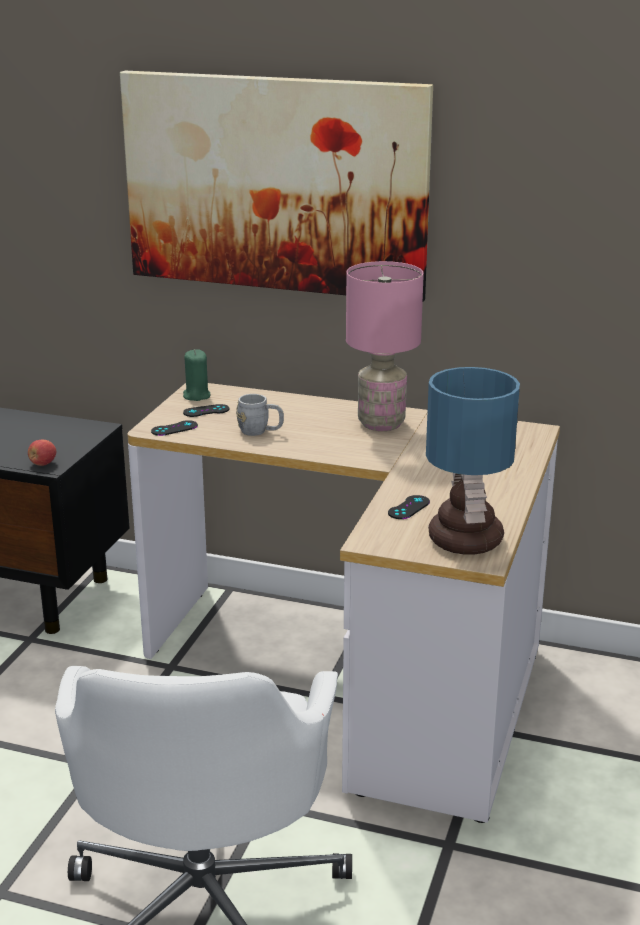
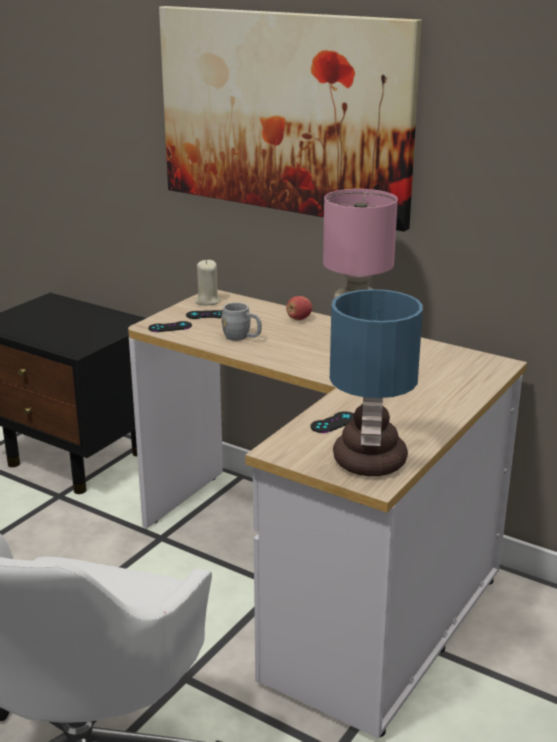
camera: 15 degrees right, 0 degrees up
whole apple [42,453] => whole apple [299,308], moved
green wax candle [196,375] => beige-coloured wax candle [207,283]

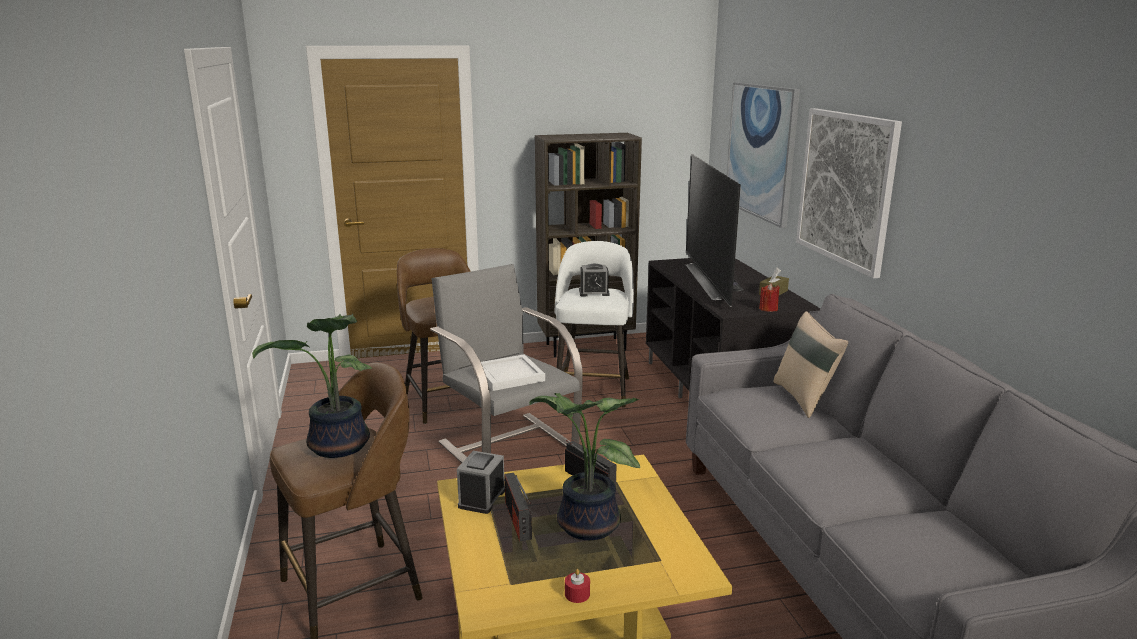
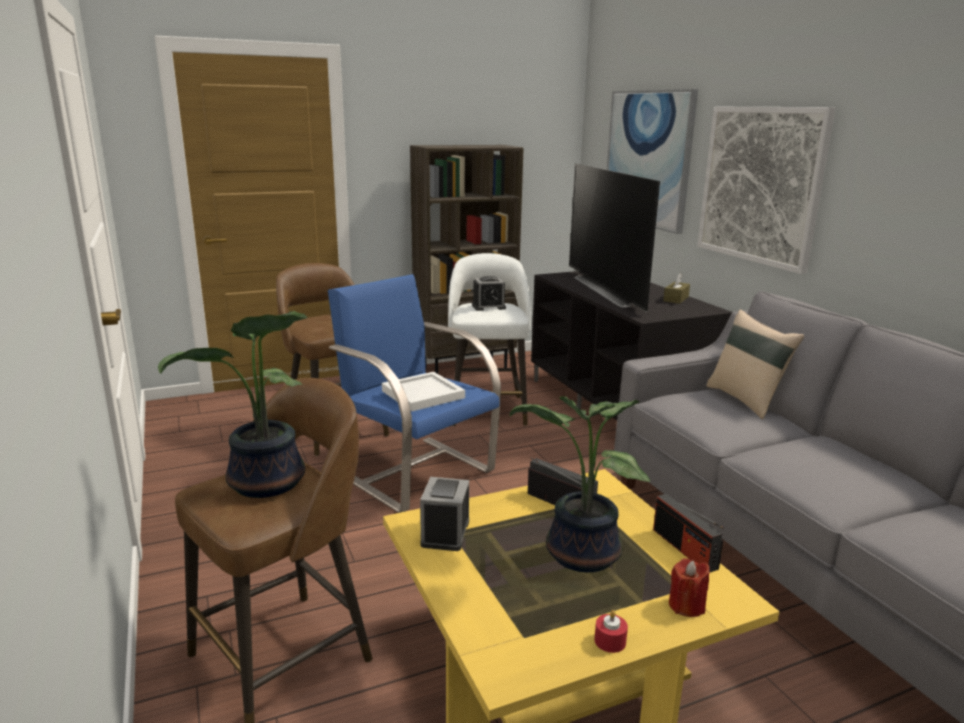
camera: 10 degrees left, 0 degrees up
radio set [518,507] => radio set [688,533], moved
red-coloured wax candle [769,297] => red-coloured wax candle [689,587], moved
grey easy chair [506,363] => blue easy chair [414,393]

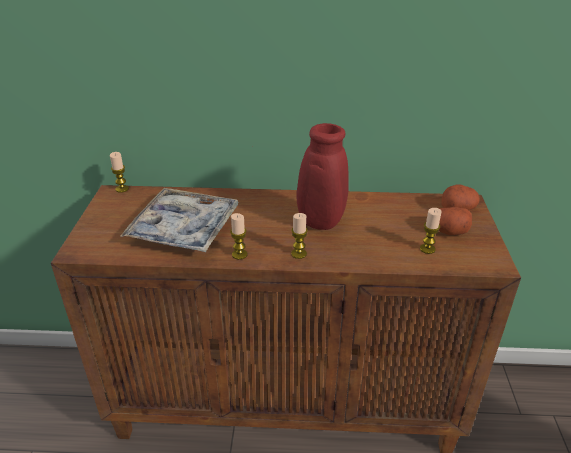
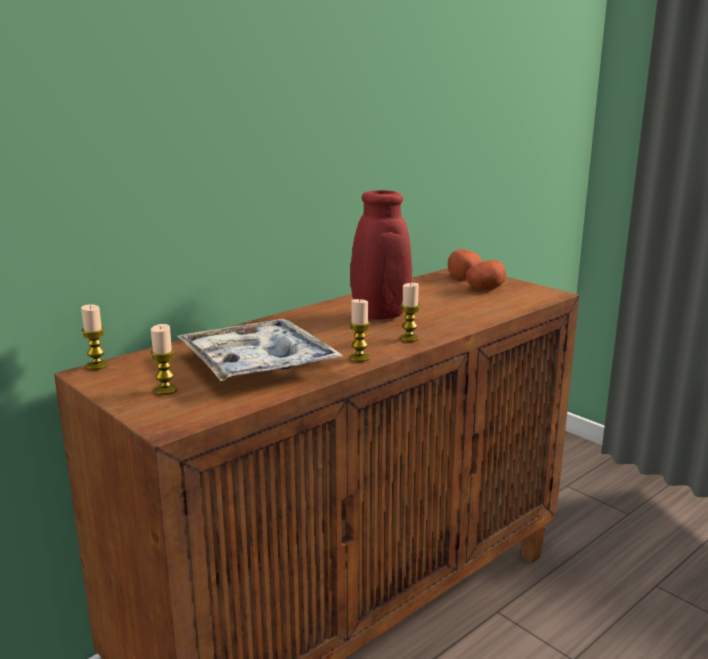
camera: 45 degrees left, 15 degrees down
wax candle [431,231] => wax candle [163,359], moved

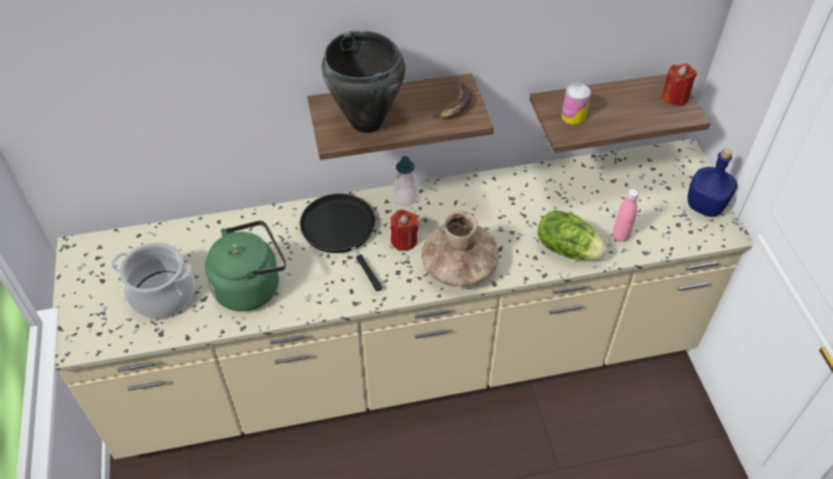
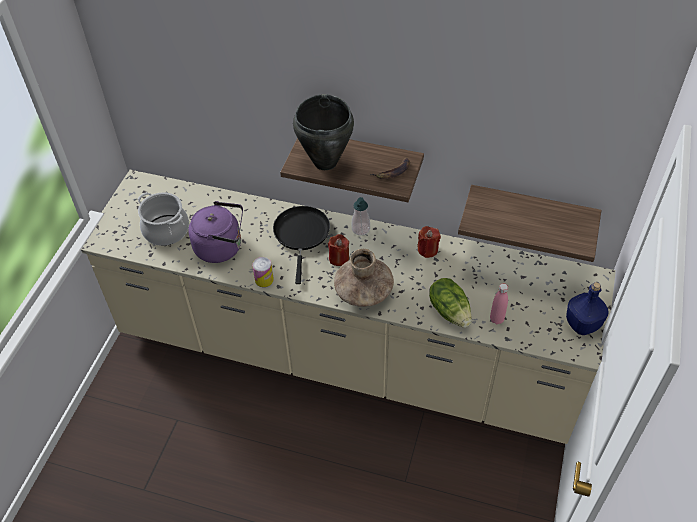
camera: 30 degrees right, 0 degrees up
sealed can [576,104] => sealed can [263,272], moved
red-coloured wax candle [679,85] => red-coloured wax candle [429,242], moved
green tea kettle [245,266] => purple-coloured tea kettle [215,232]

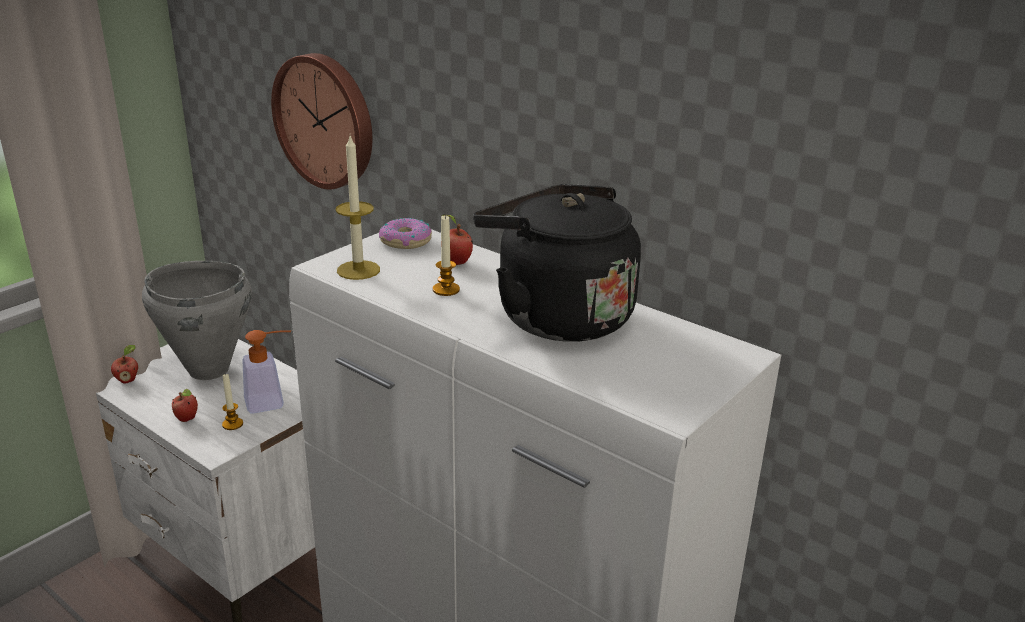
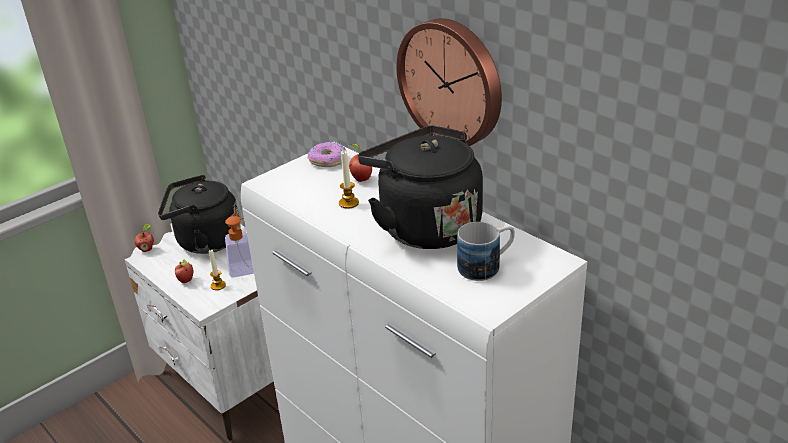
camera: 10 degrees right, 5 degrees up
wax candle [358,208] => nothing
nothing => tea mug [486,251]
wall clock [321,121] => wall clock [449,82], moved
grey cooking pot [197,320] => blackish tea kettle [199,214]

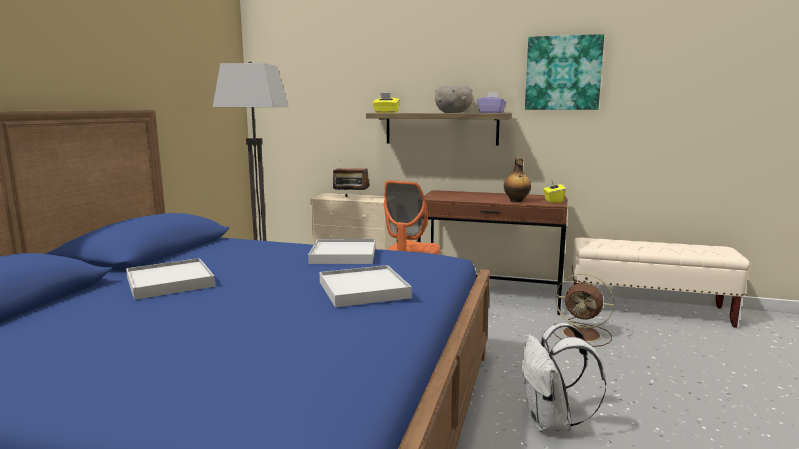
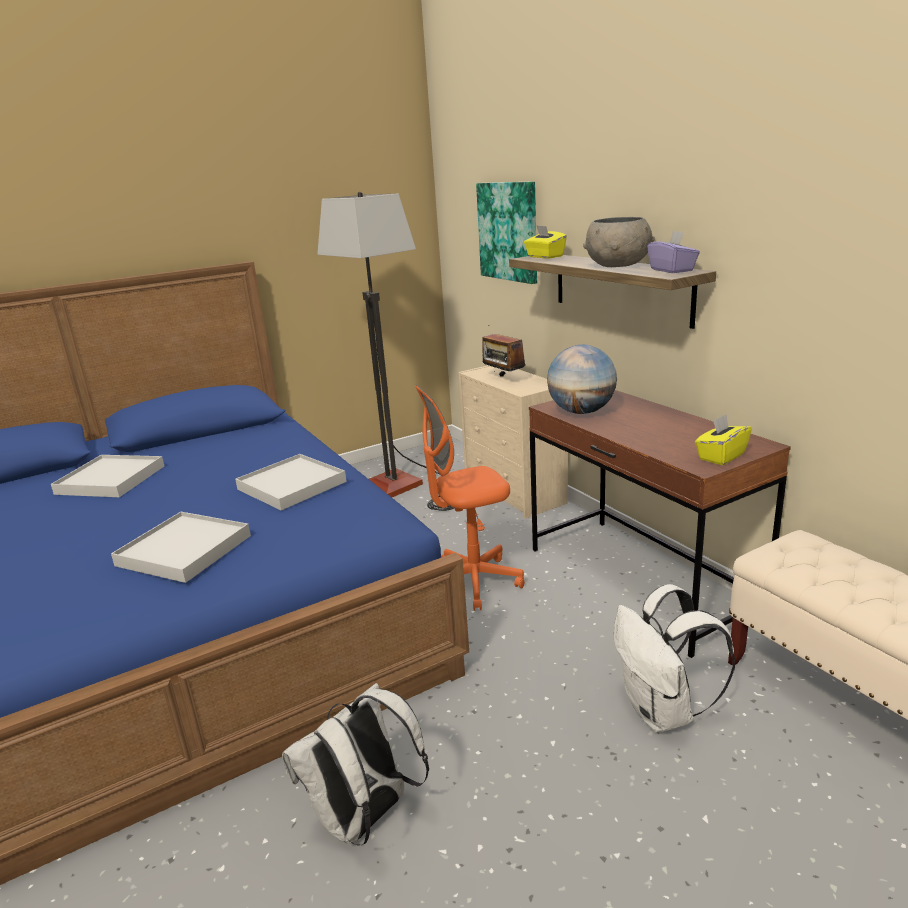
camera: 45 degrees right, 10 degrees up
beverage bottle [517,180] => nothing
nothing => desk globe [582,379]
wall picture [564,72] => wall picture [506,232], moved
brown-coloured electric fan [584,310] => white-coloured rucksack [675,658]

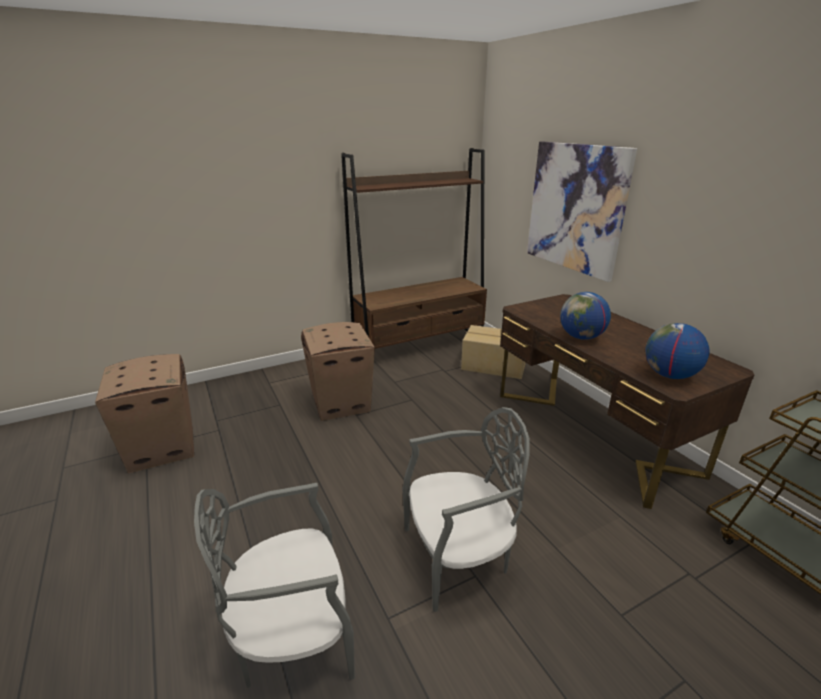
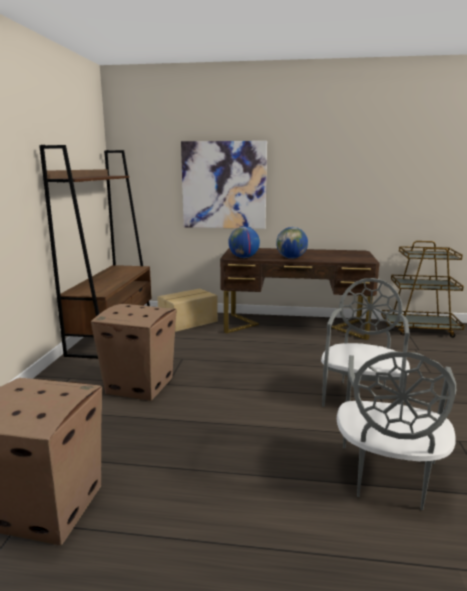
camera: 55 degrees left, 10 degrees down
desk globe [678,351] => desk globe [244,242], moved

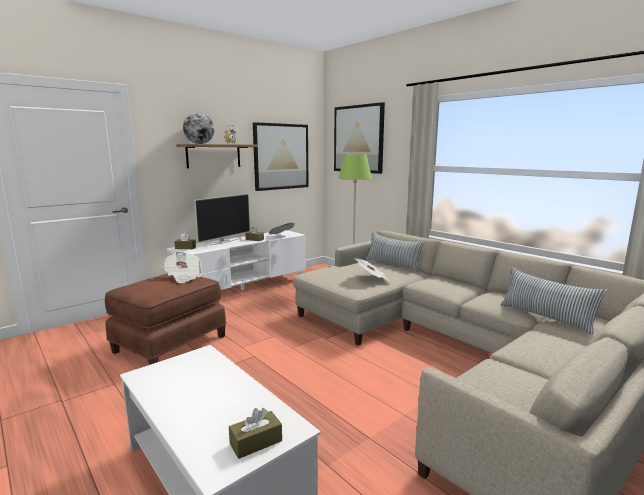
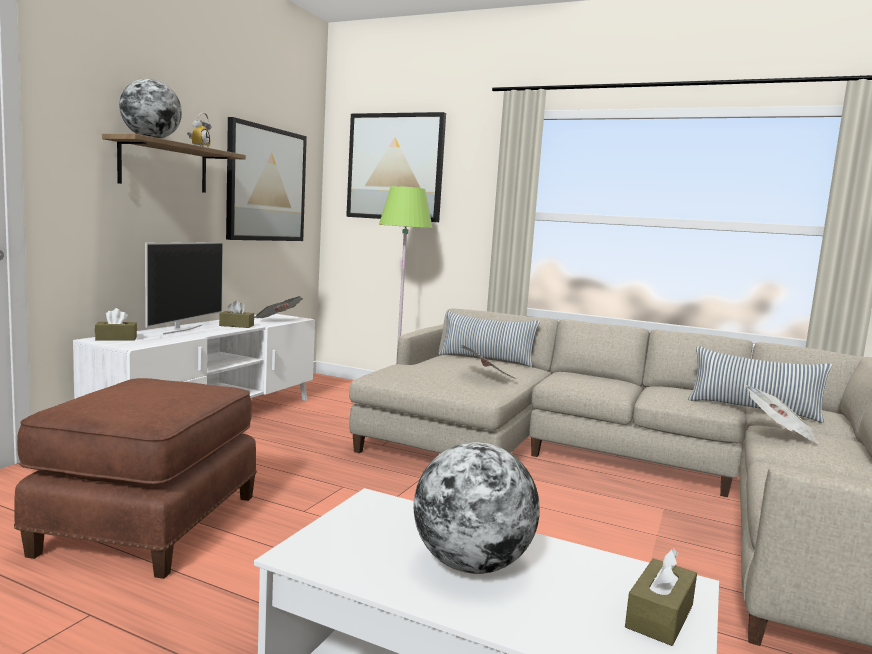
camera: 25 degrees left, 5 degrees down
nothing => desk globe [477,508]
daily paper [182,267] => daily paper [782,414], moved

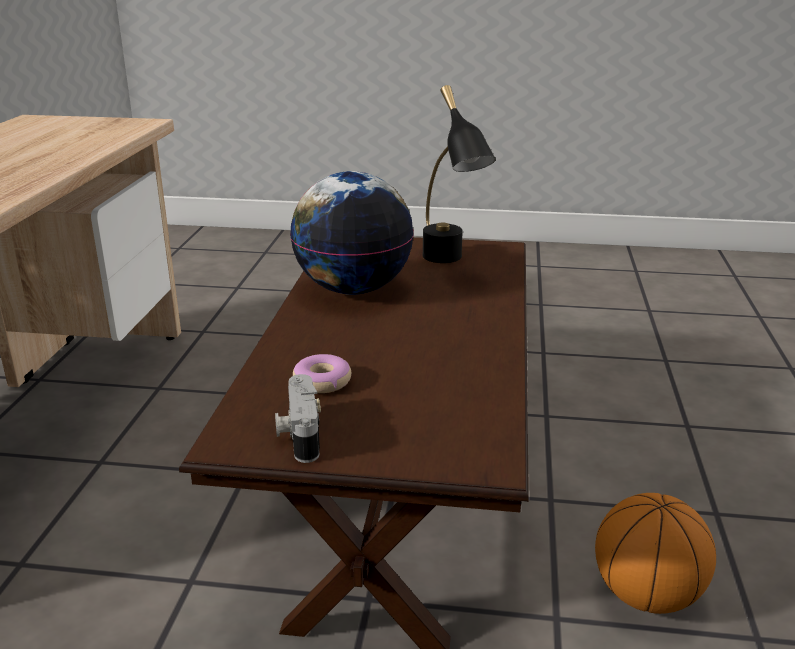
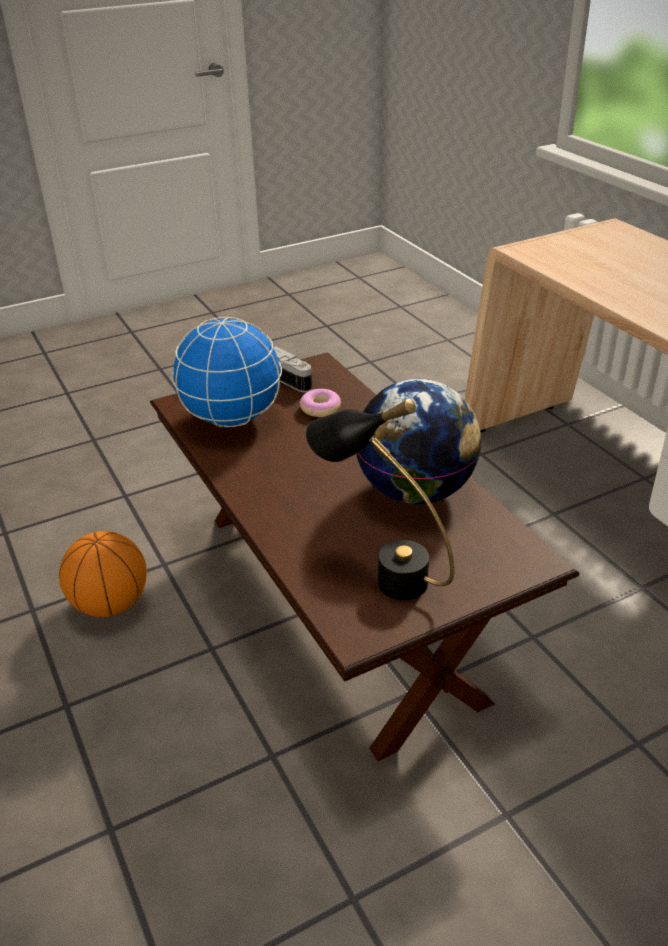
camera: 145 degrees right, 10 degrees up
nothing => desk globe [227,372]

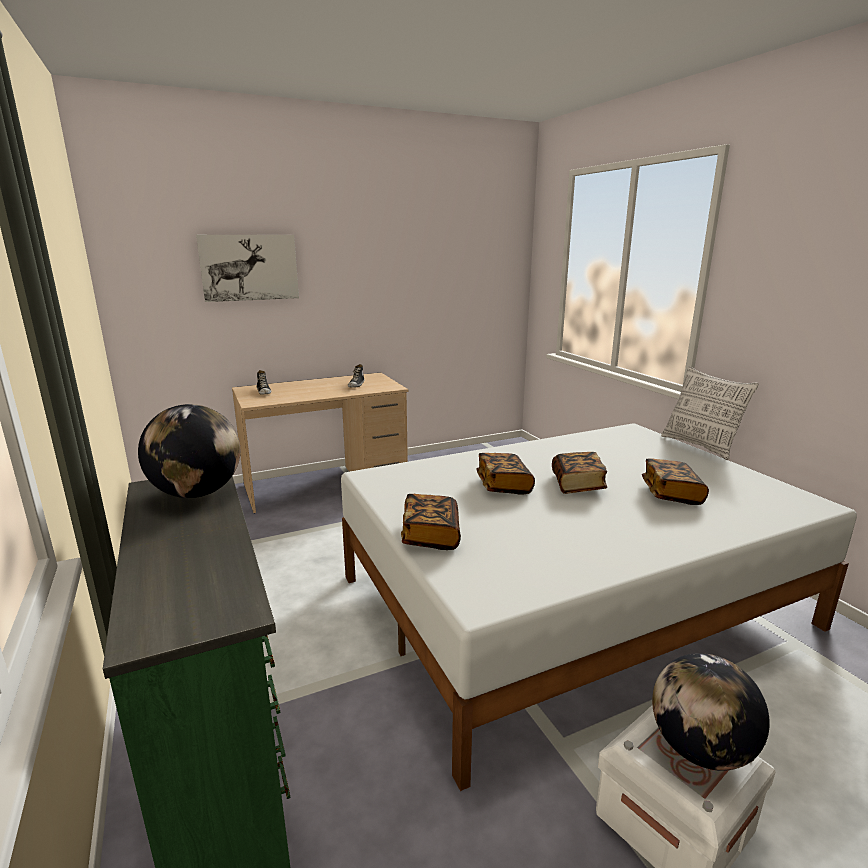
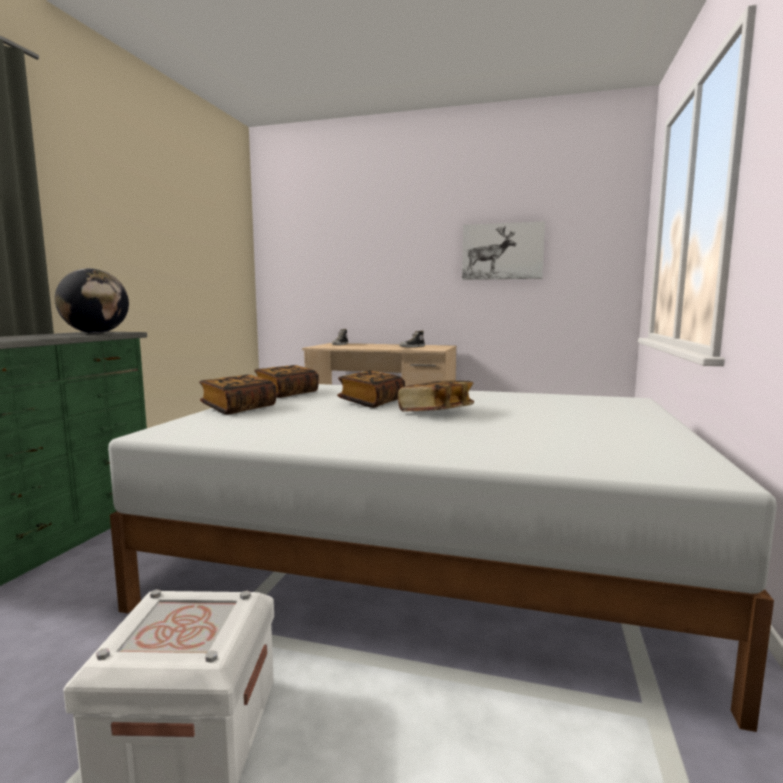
camera: 40 degrees right, 10 degrees down
desk globe [711,712] => nothing
cushion [710,413] => nothing
wall picture [247,268] => wall picture [503,250], moved
bound book [675,481] => bound book [286,381], moved

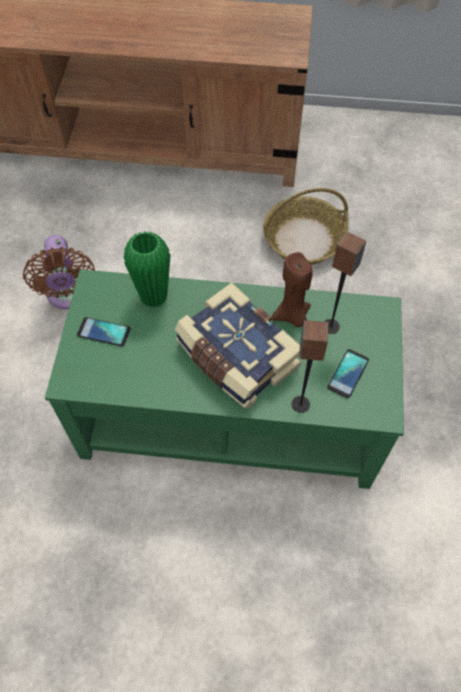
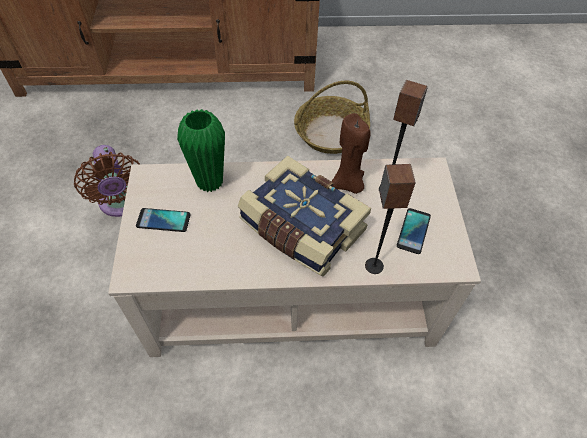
camera: 10 degrees left, 5 degrees down
green low table [224,379] => beige-coloured low table [294,257]

